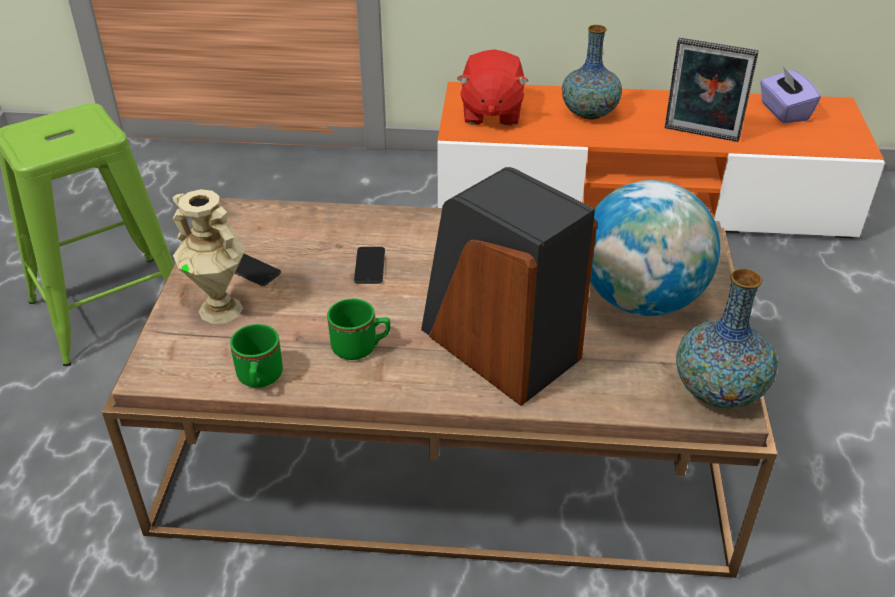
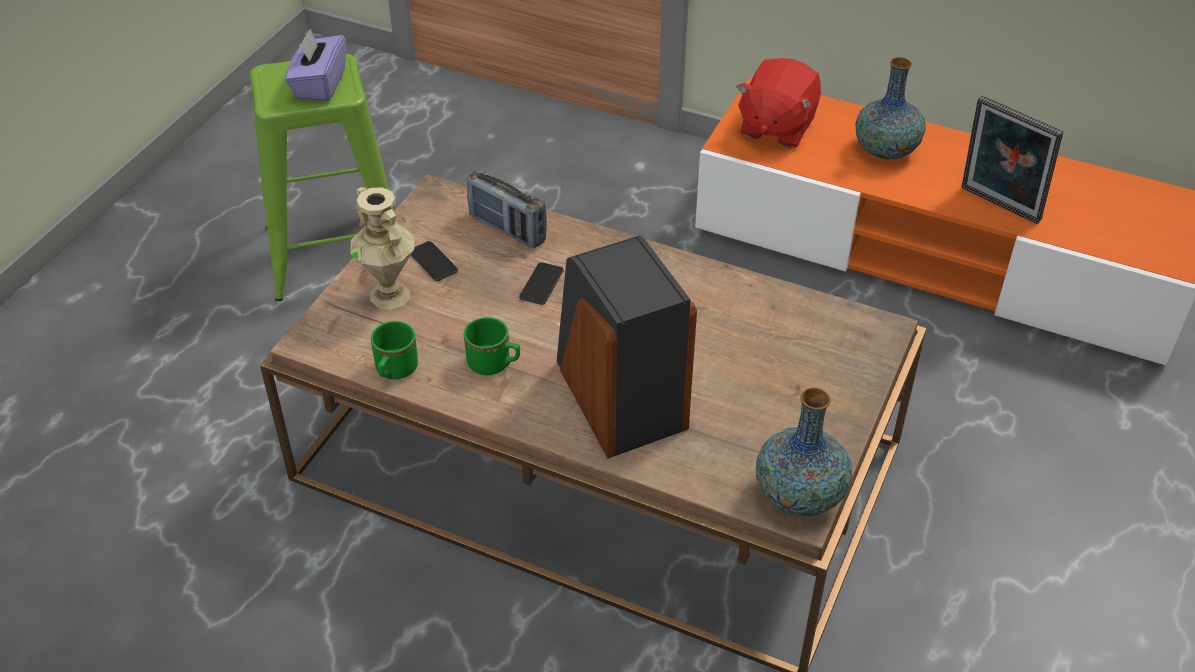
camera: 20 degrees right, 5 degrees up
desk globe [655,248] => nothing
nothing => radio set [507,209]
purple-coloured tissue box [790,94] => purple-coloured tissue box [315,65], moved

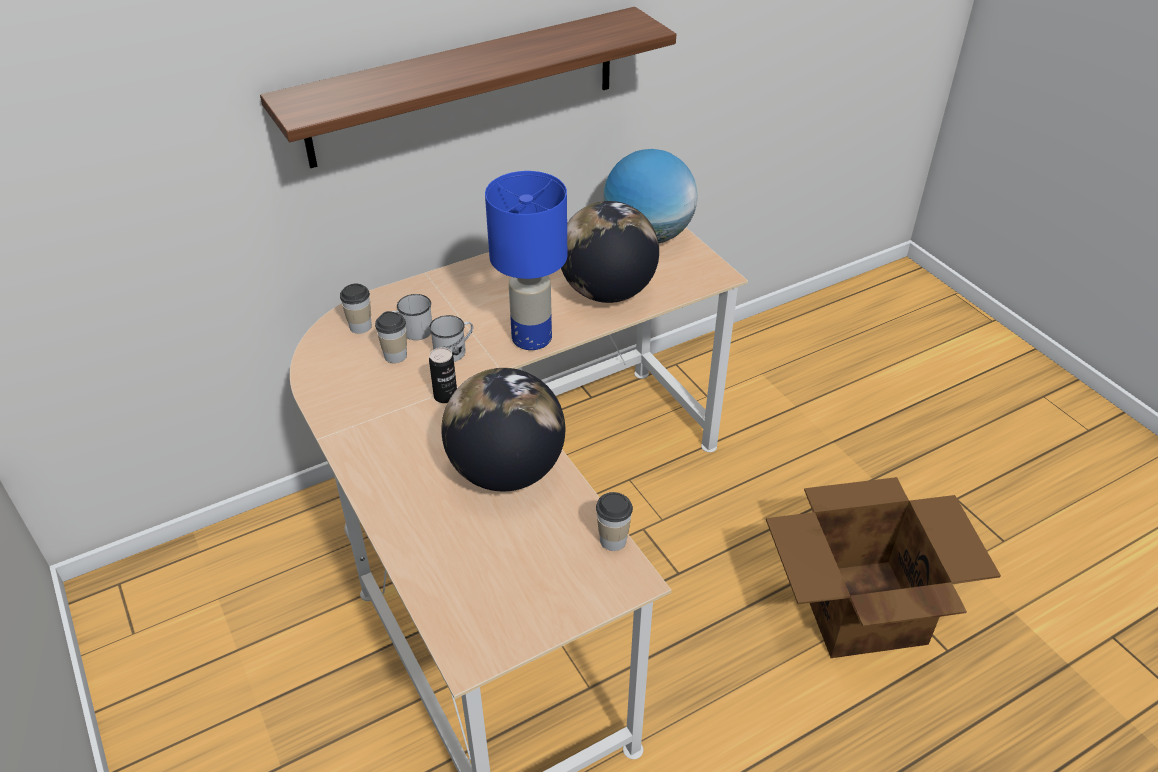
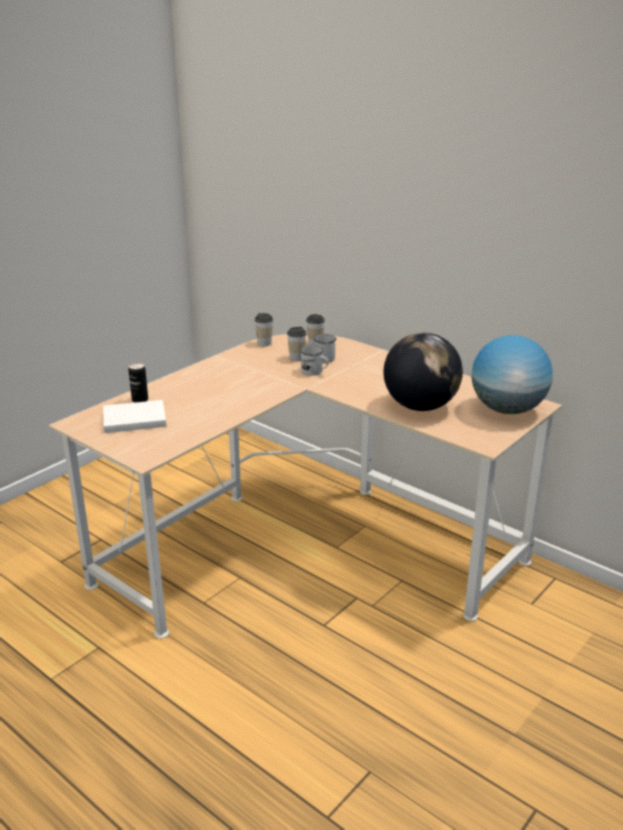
camera: 70 degrees right, 15 degrees down
bracket shelf [468,87] => nothing
desk globe [503,429] => nothing
blue table lamp [526,260] => nothing
packing box [883,567] => nothing
nothing => white-coloured bound book [134,416]
sealed can [443,375] => sealed can [138,383], moved
small cup [614,521] => small cup [264,329], moved

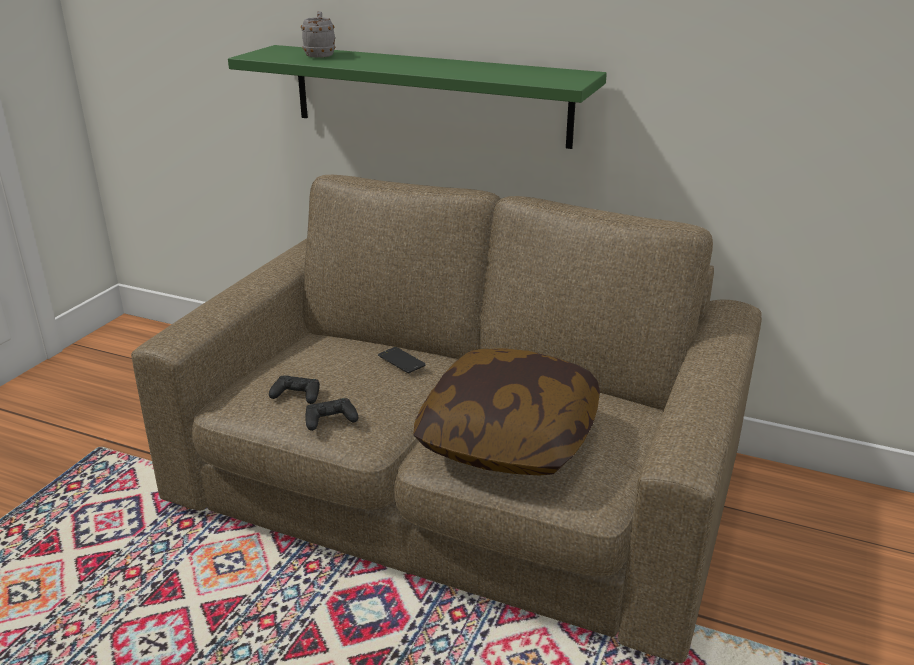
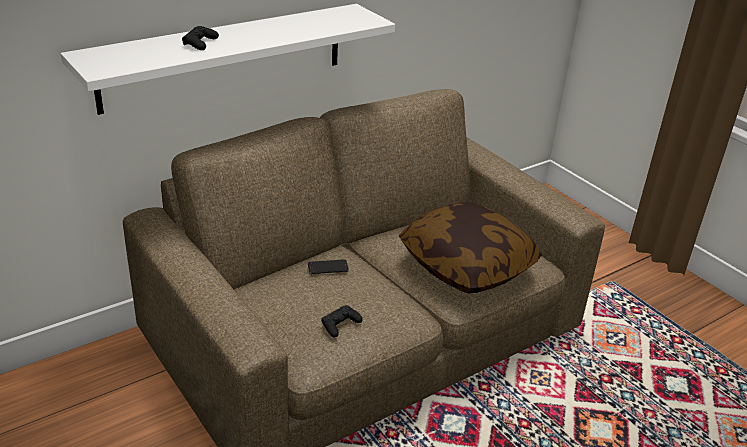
camera: 60 degrees left, 5 degrees up
grey tea mug [318,34] => nothing
blackish joypad [331,414] => blackish joypad [200,38], moved
green bracket shelf [417,97] => white-coloured bracket shelf [227,59]

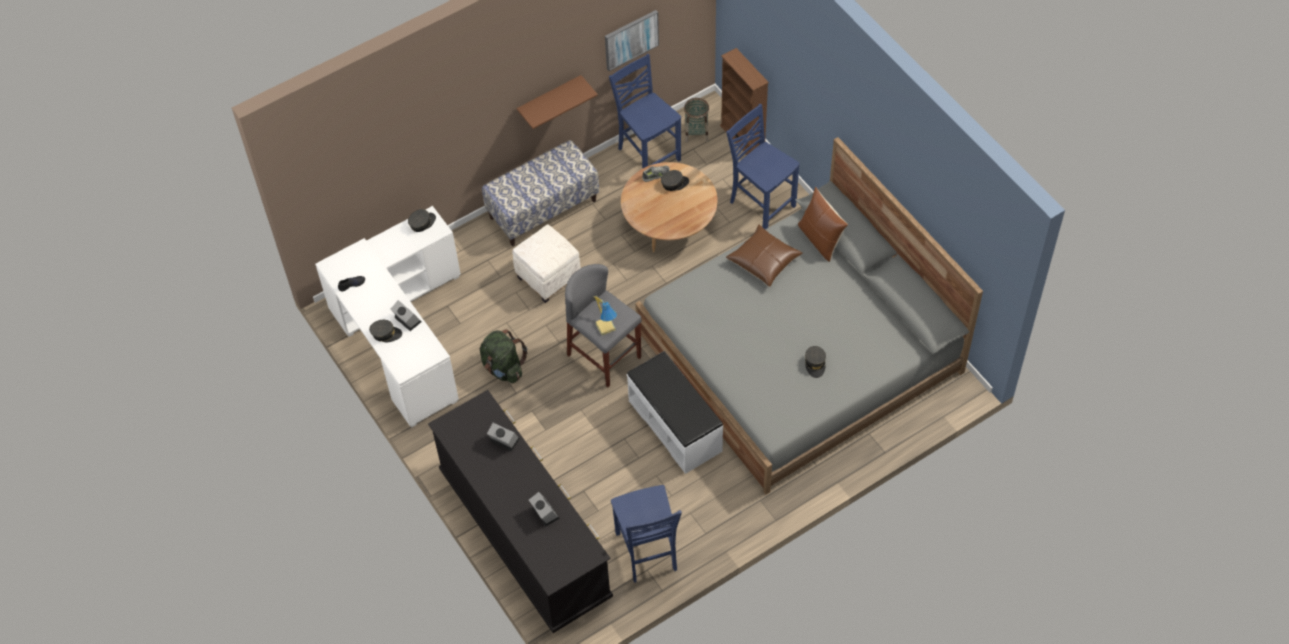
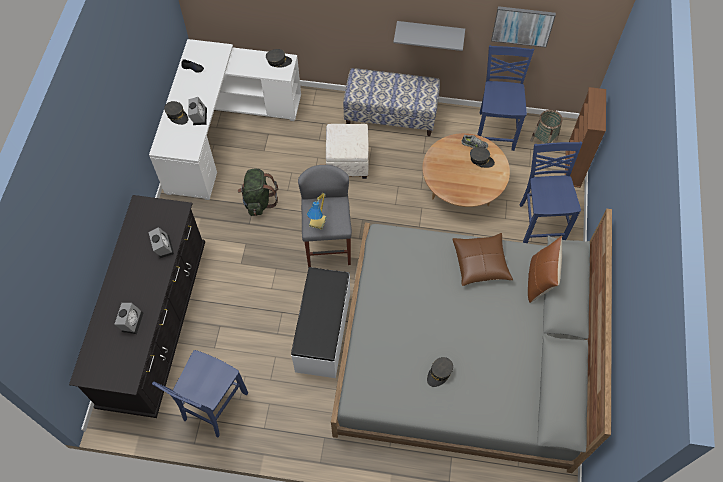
camera: 40 degrees right, 5 degrees up
brown-coloured bracket shelf [557,102] => grey bracket shelf [429,36]

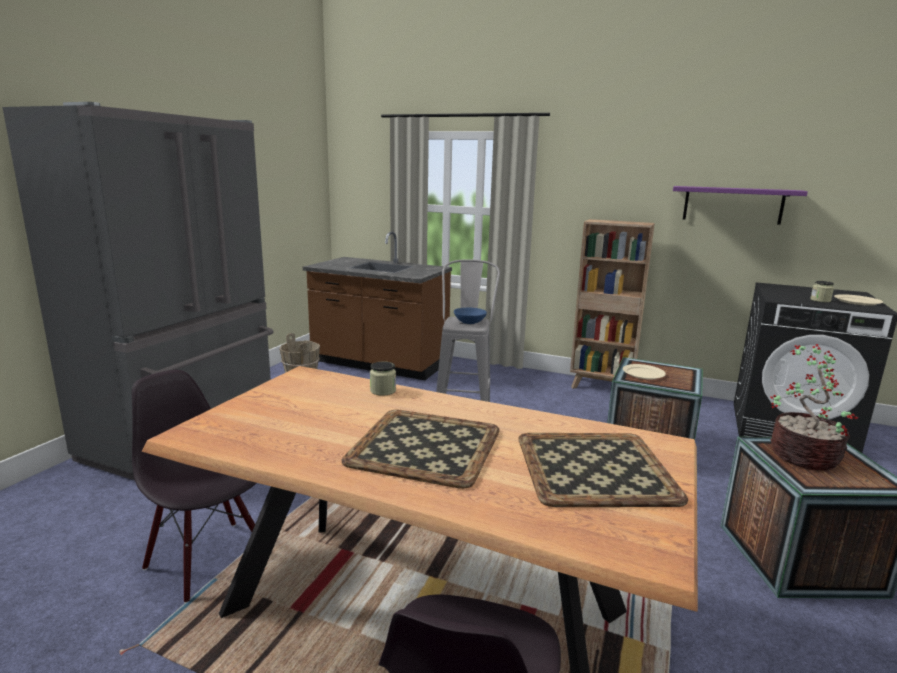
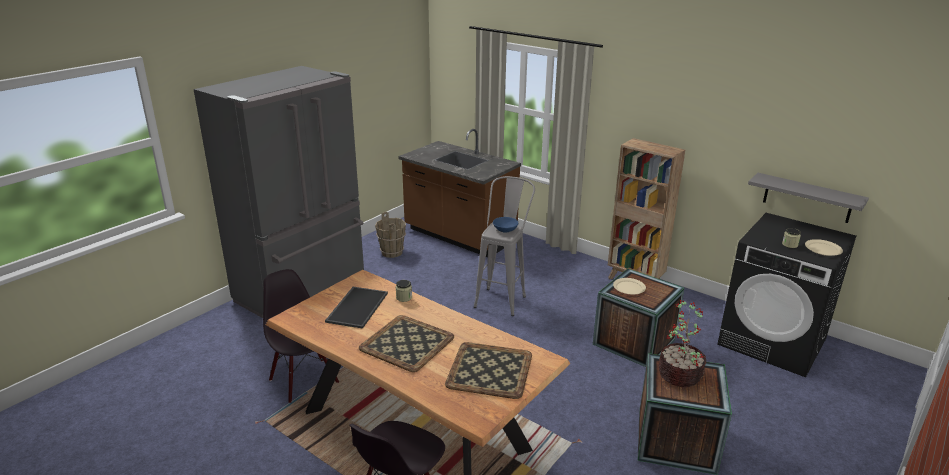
camera: 15 degrees right, 10 degrees up
purple-coloured bracket shelf [740,205] => nothing
nothing => tray [356,308]
nothing => grey bracket shelf [808,198]

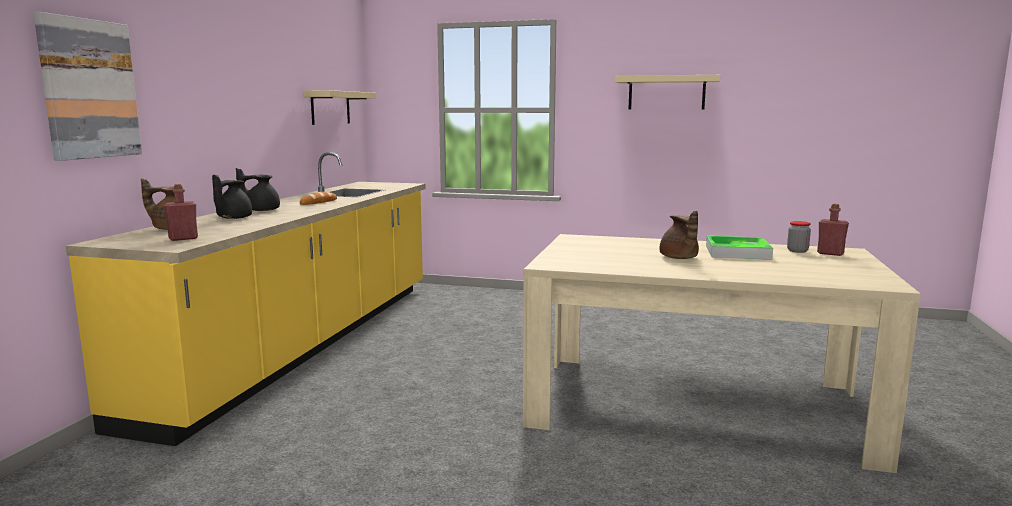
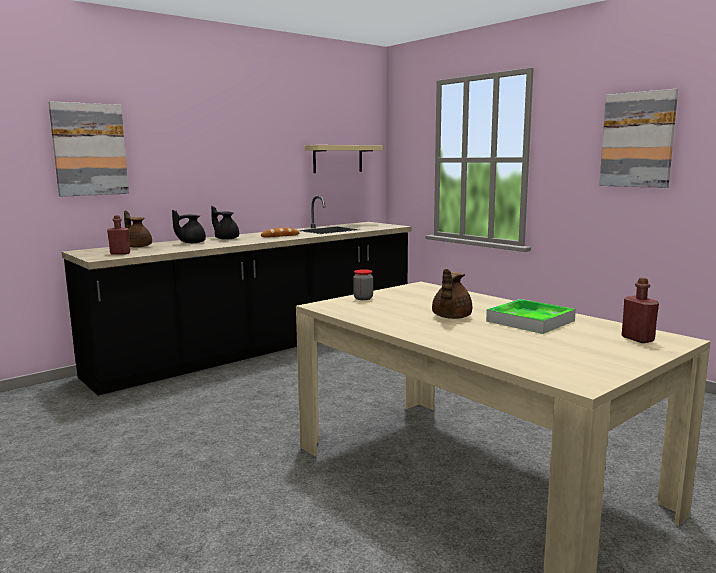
camera: 35 degrees right, 0 degrees up
storage jar [799,237] => storage jar [363,284], moved
beige-coloured bracket shelf [667,92] => wall picture [638,138]
yellowish kitchen base unit [246,299] => blackish kitchen base unit [237,296]

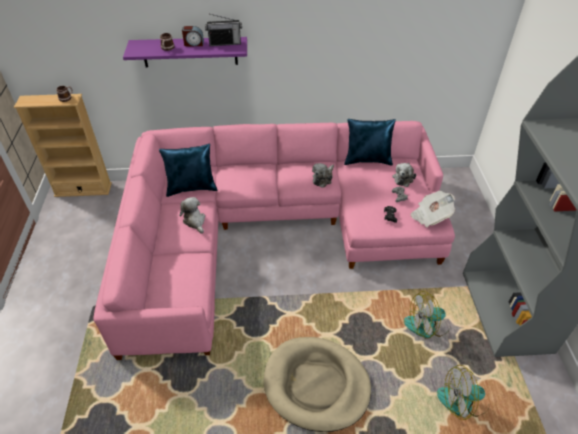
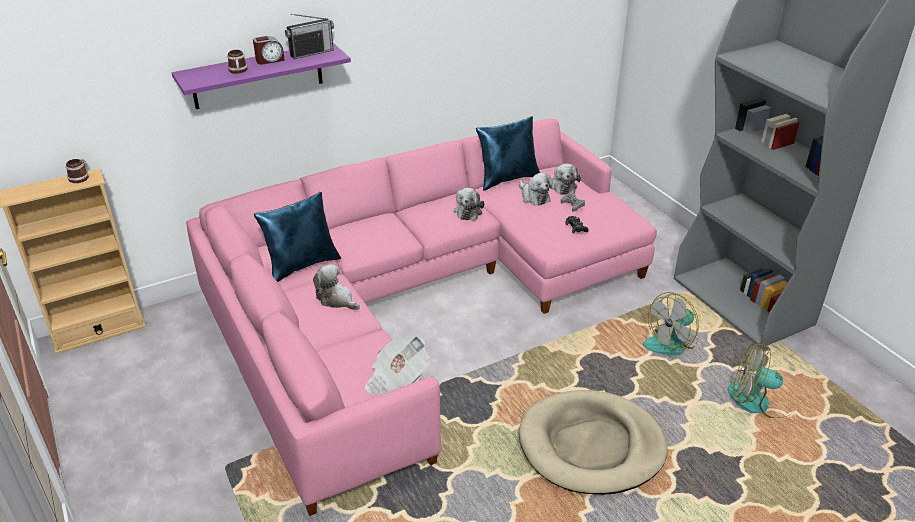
camera: 25 degrees left, 10 degrees down
nothing => plush toy [536,189]
daily paper [433,209] => daily paper [397,365], moved
electric fan [463,392] => electric fan [757,380], 45 degrees clockwise

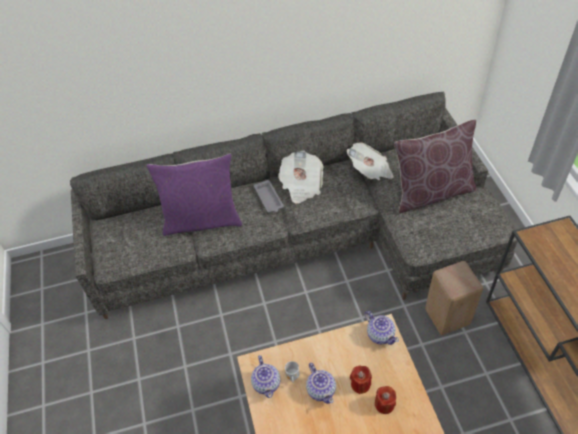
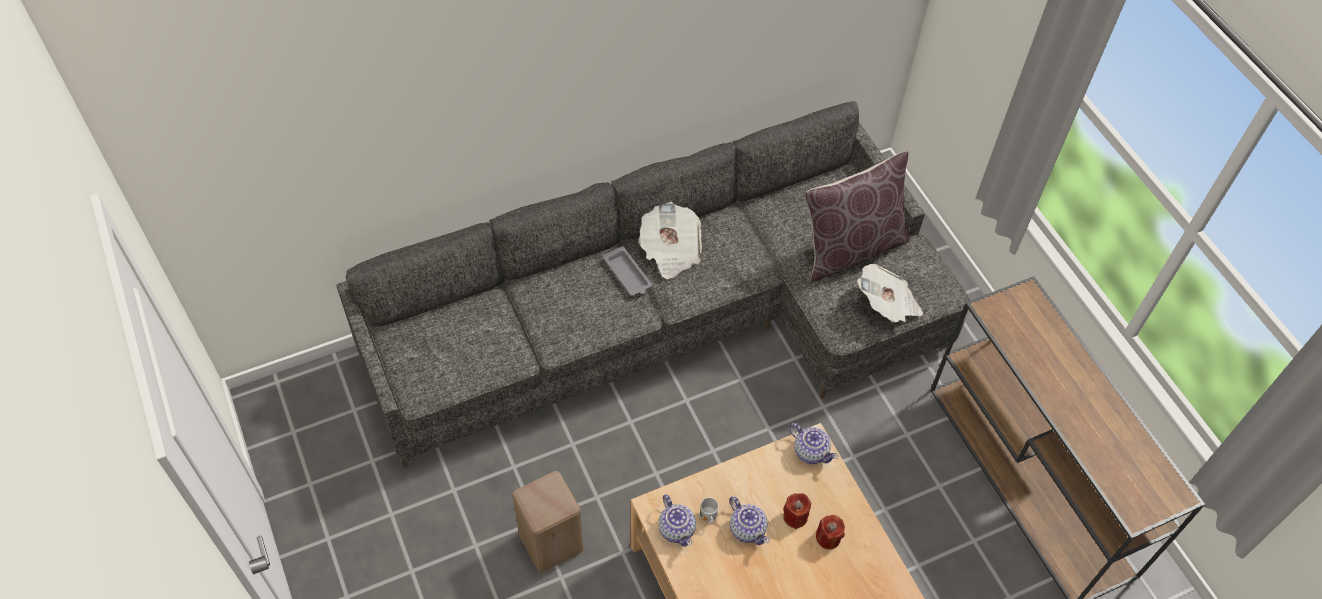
camera: 15 degrees left, 5 degrees up
purple-coloured cushion [194,195] => nothing
daily paper [370,161] => daily paper [890,293], moved
beige-coloured stool [454,298] => beige-coloured stool [547,521], moved

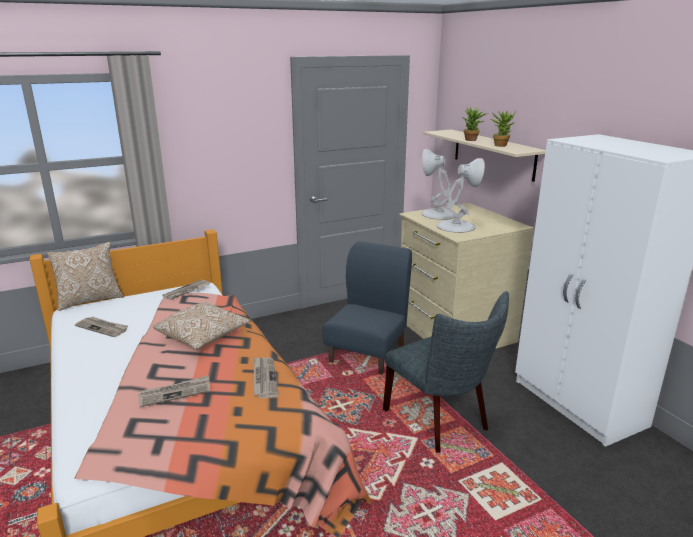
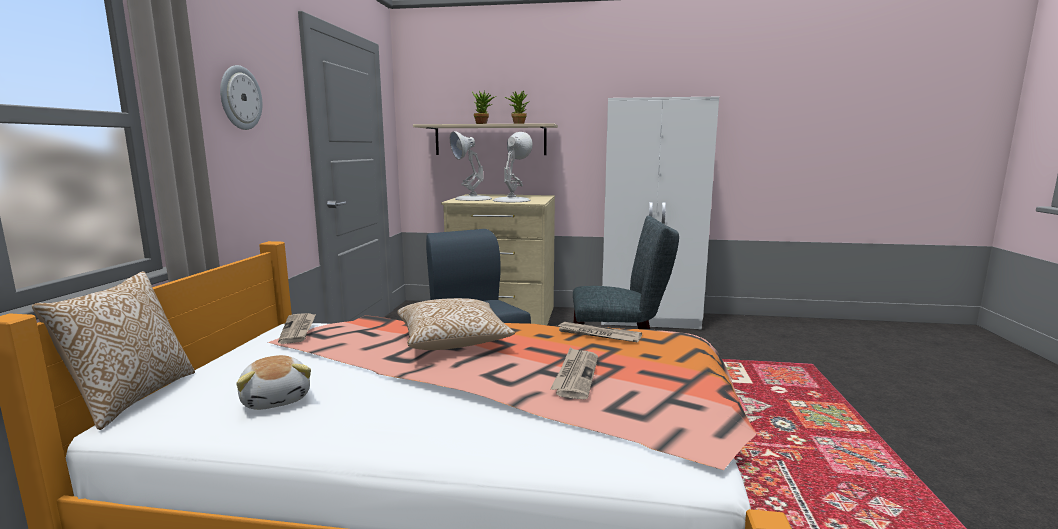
camera: 55 degrees left, 10 degrees down
nothing => wall clock [241,97]
daily paper [101,327] => plush toy [273,382]

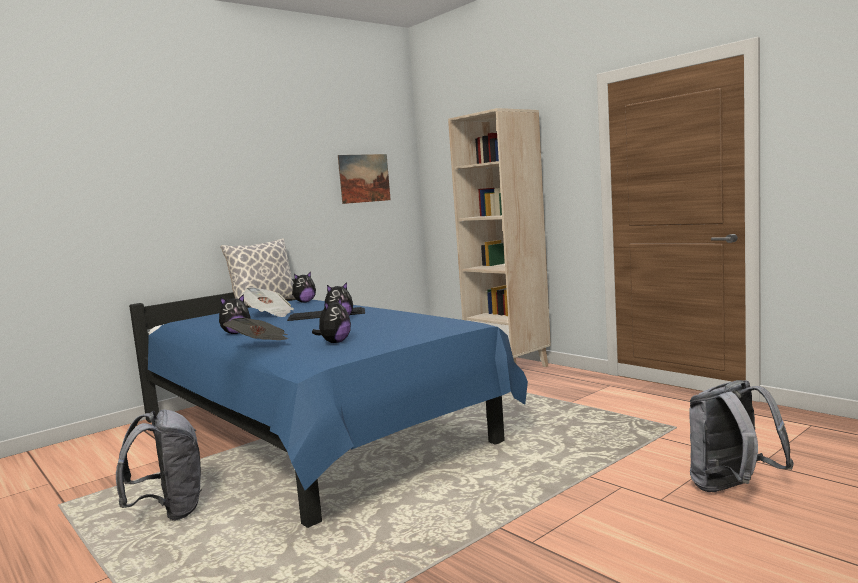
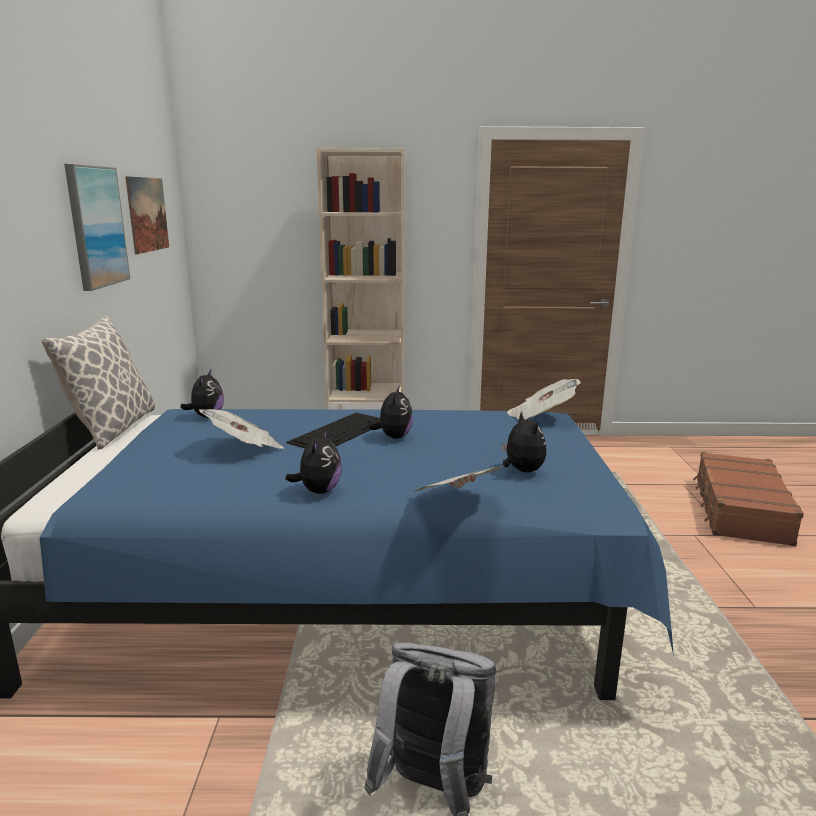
camera: 50 degrees left, 10 degrees up
nothing => wall picture [97,227]
nothing => daily paper [544,399]
grey rucksack [741,436] => brown-coloured travel case [748,499]

